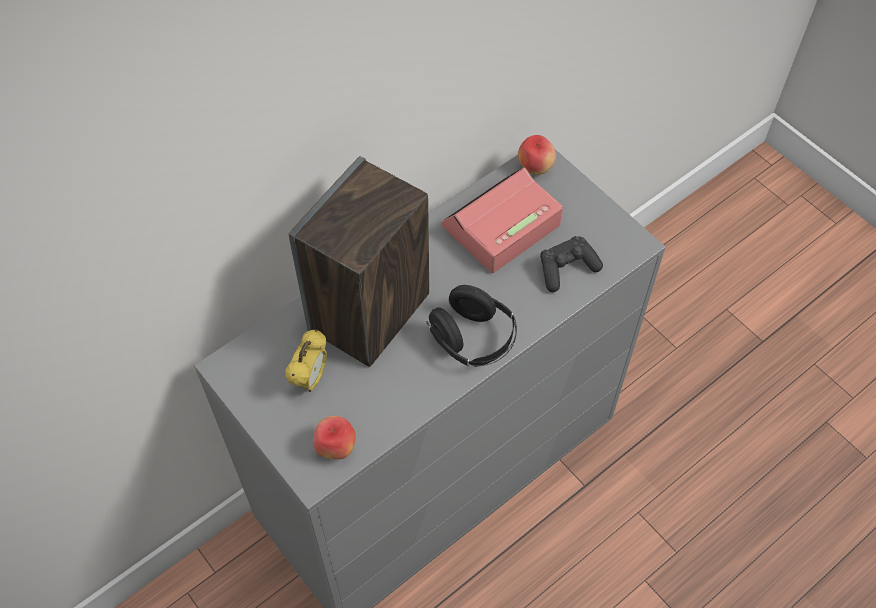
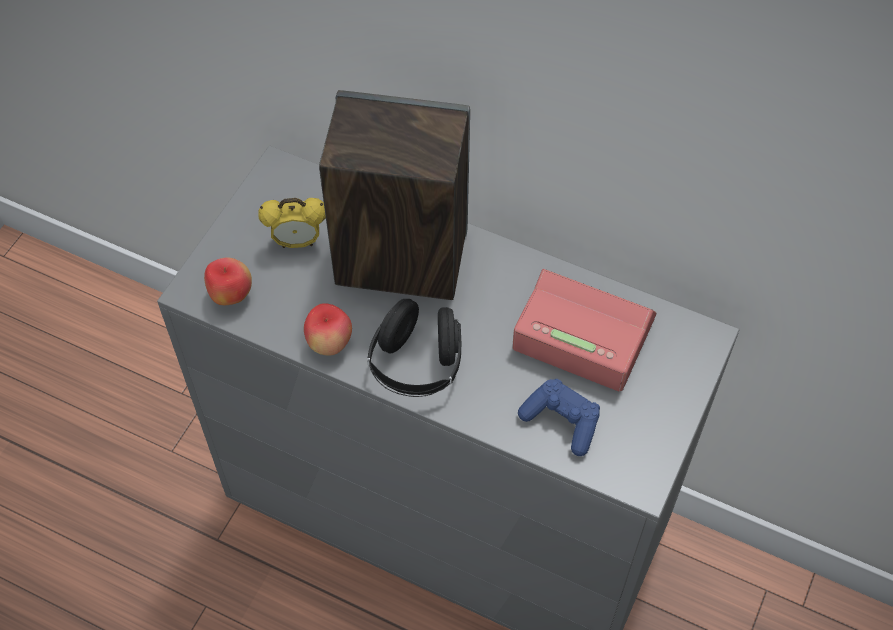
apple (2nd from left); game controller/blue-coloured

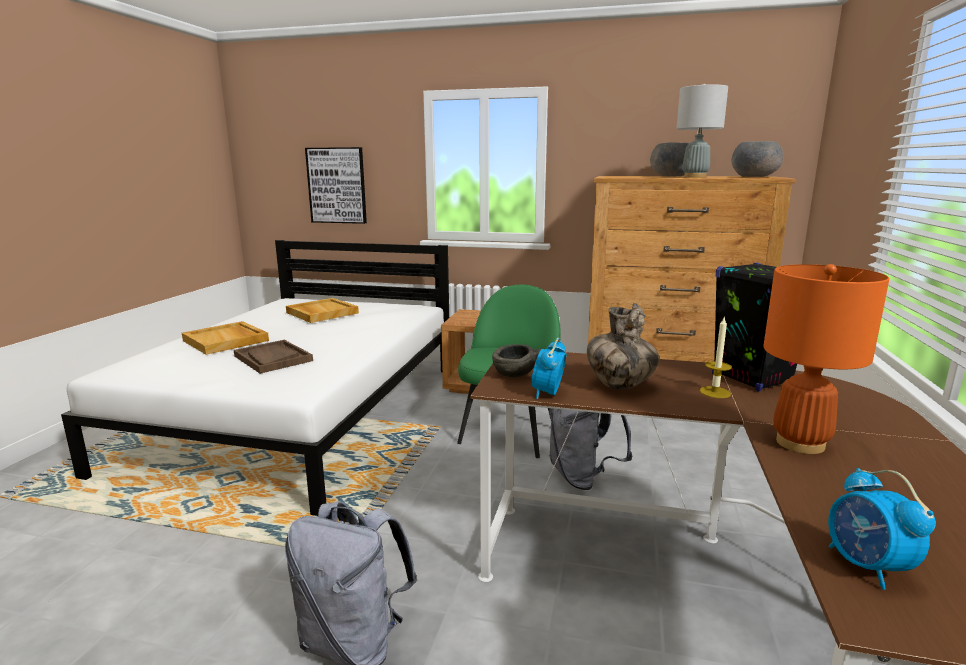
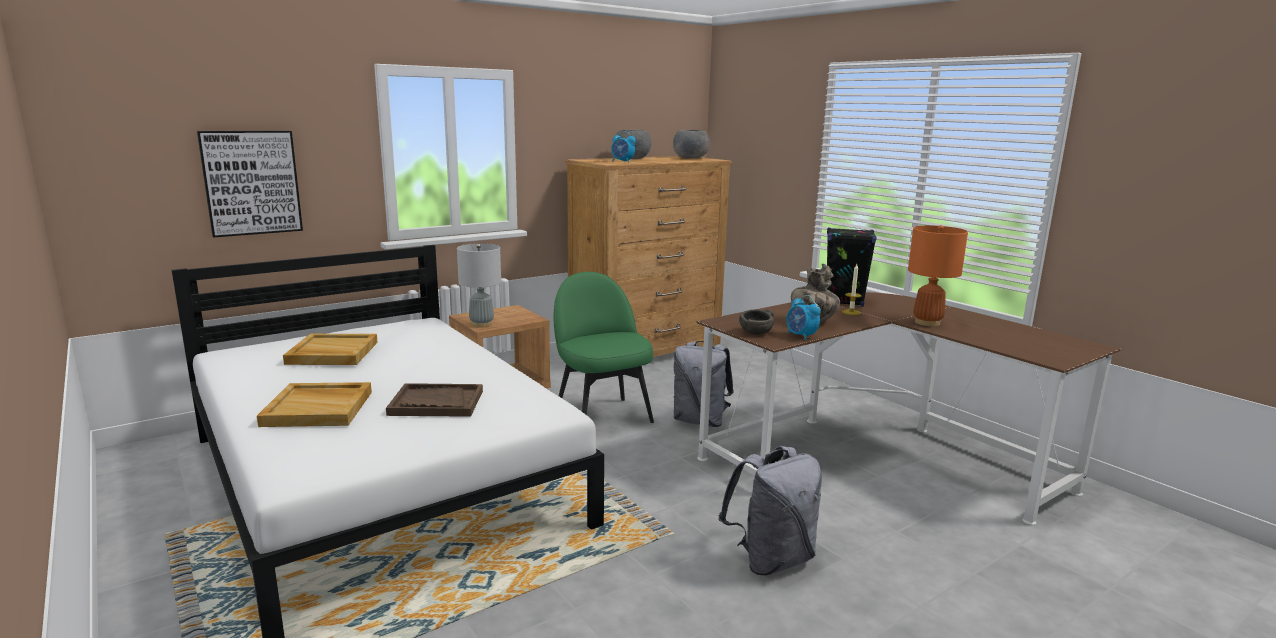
lamp for a table/greyish; table clock (1st from left)

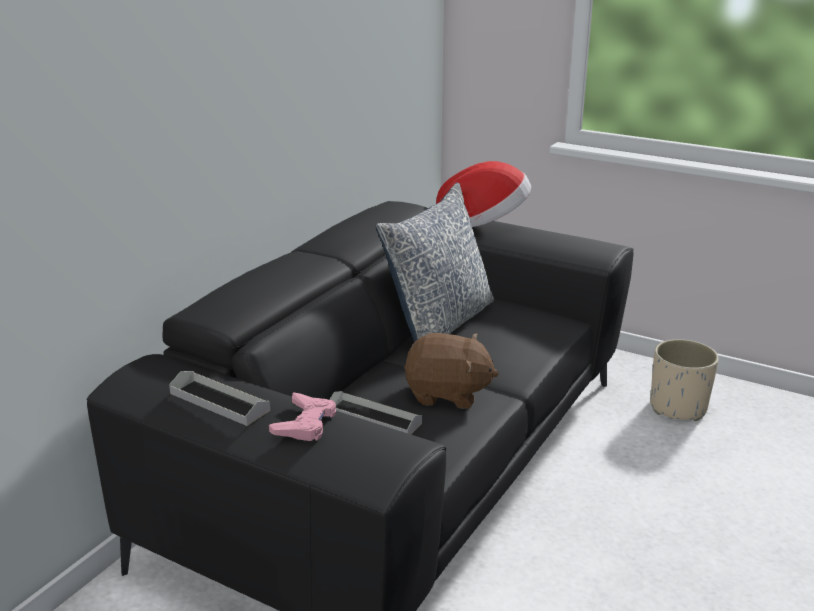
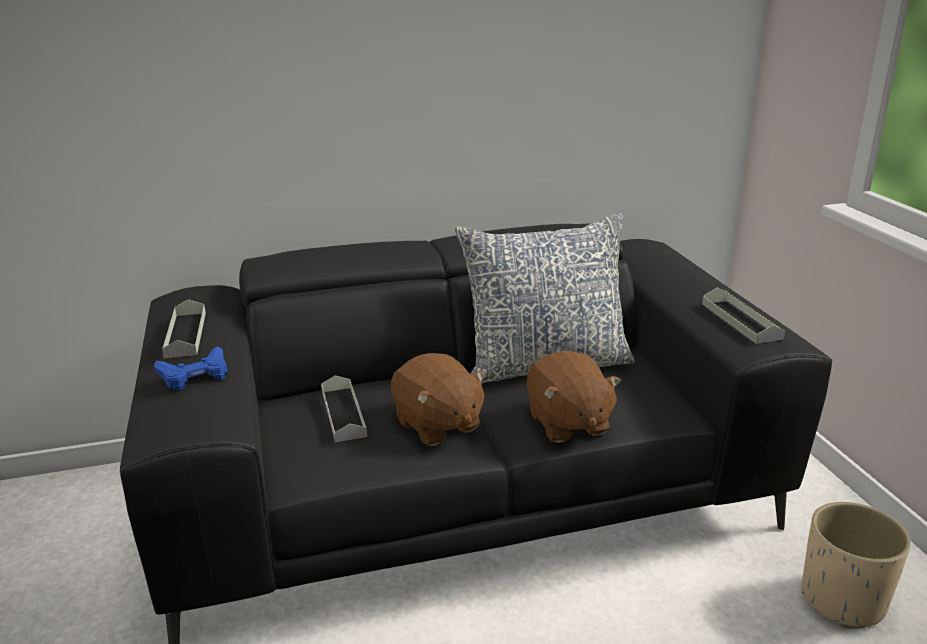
game controller/blue-coloured; soft toy/brownish (2nd from left); tray/greyish (3rd from left); clothing hat

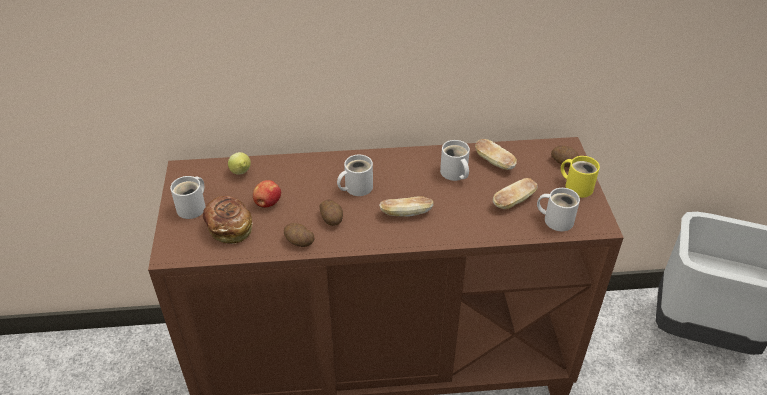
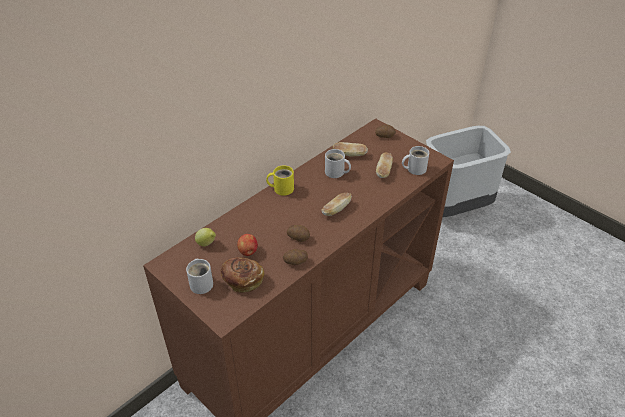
tea mug/yellowish; tea mug/white-coloured (2nd from left in the first image)

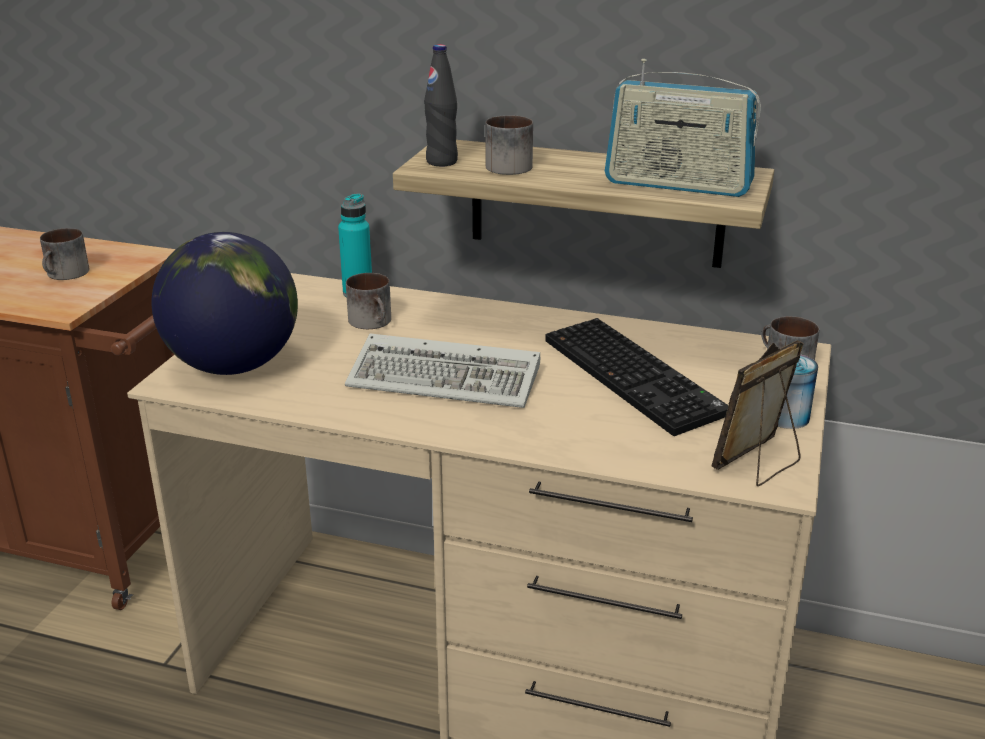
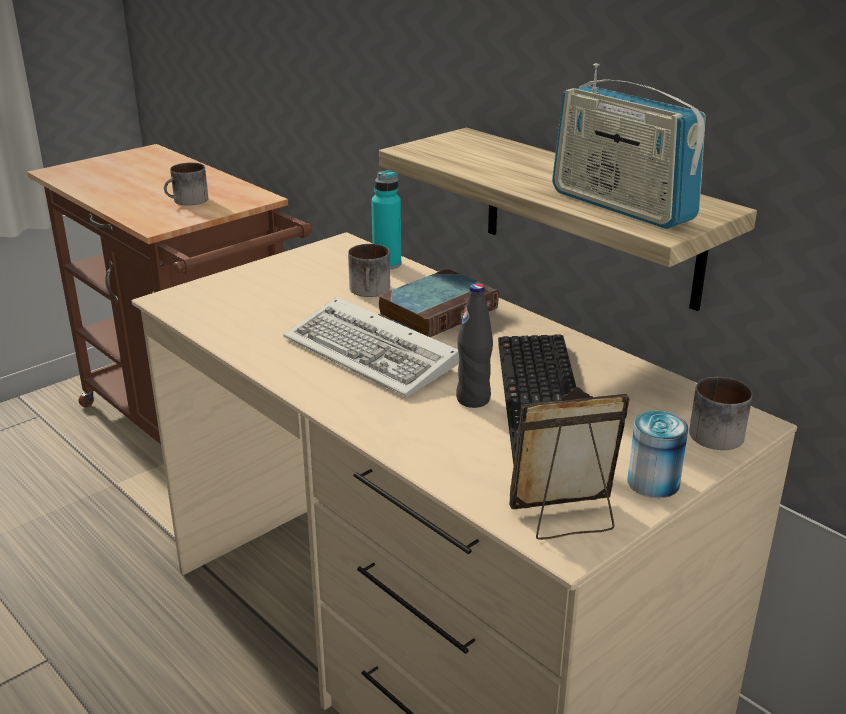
book; drink bottle/black-coloured; globe; tea mug (3rd from left in the first image)

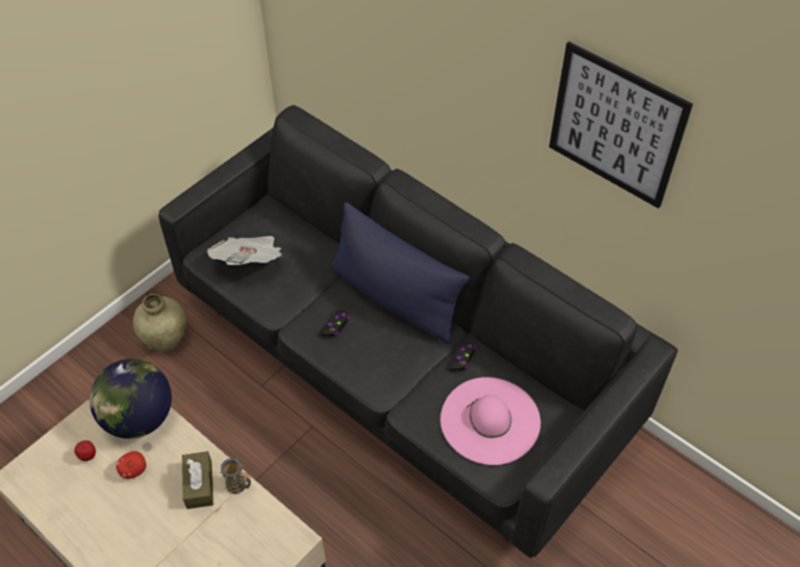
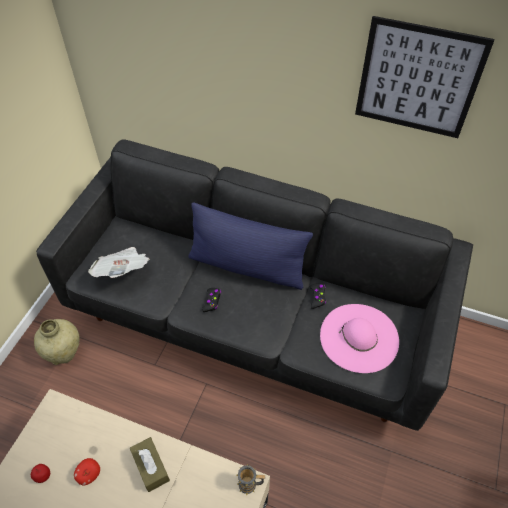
tea mug; globe

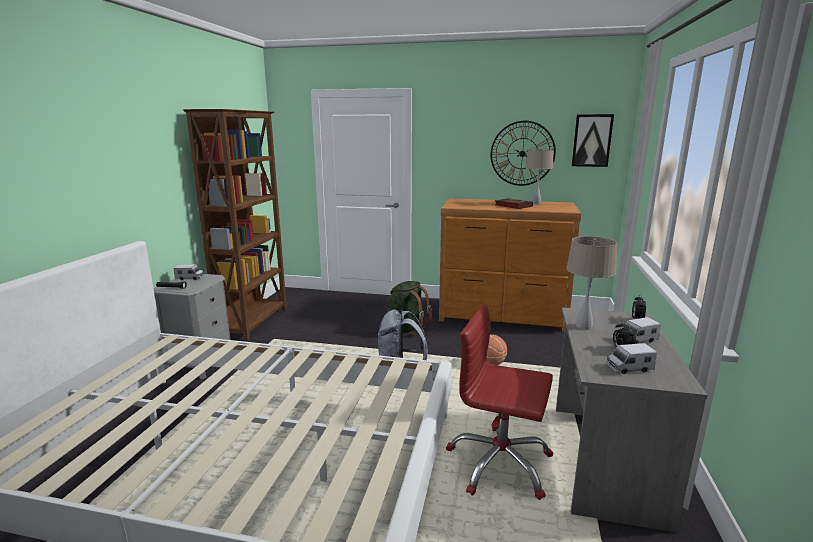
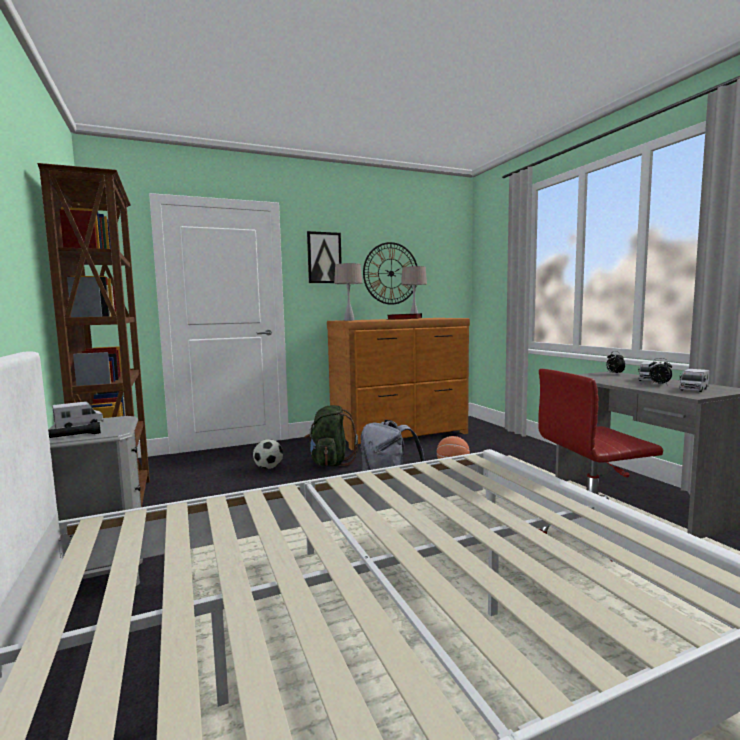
football ball; wall art; lamp for a table/beige (1st from left)

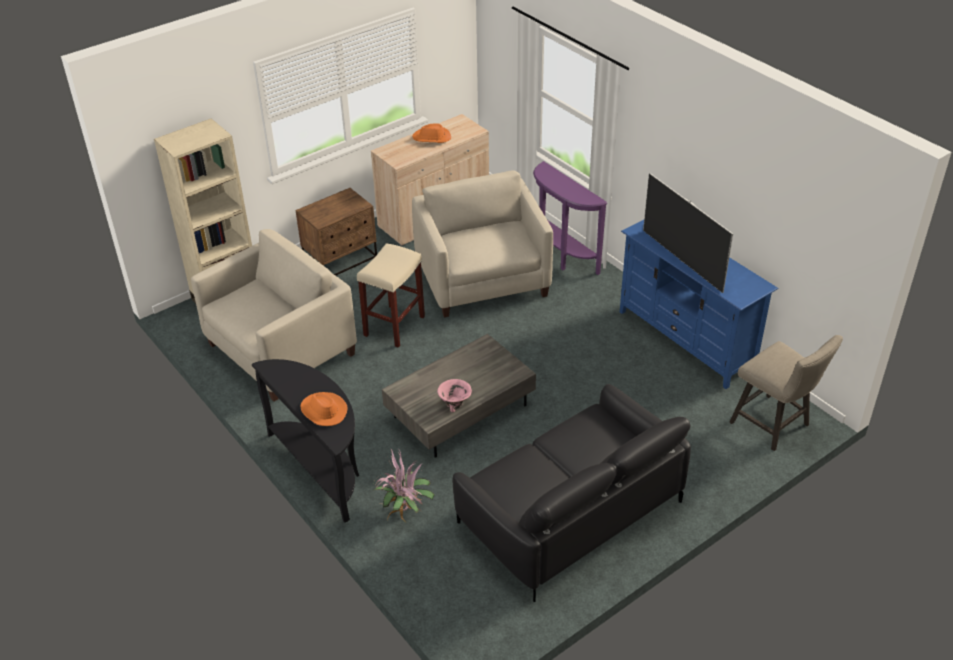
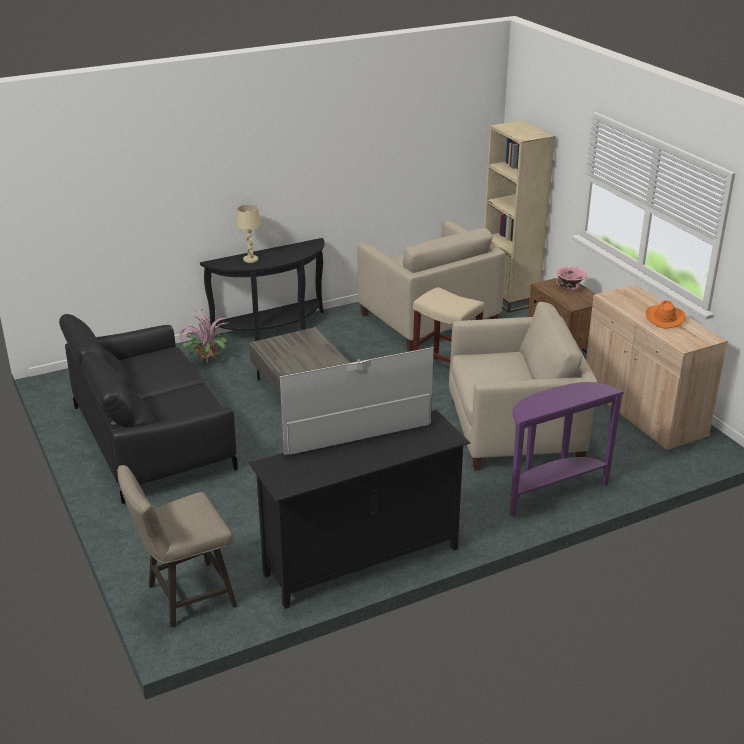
lamp for a table/beige; tv stand/black-coloured; serving bowl/pink

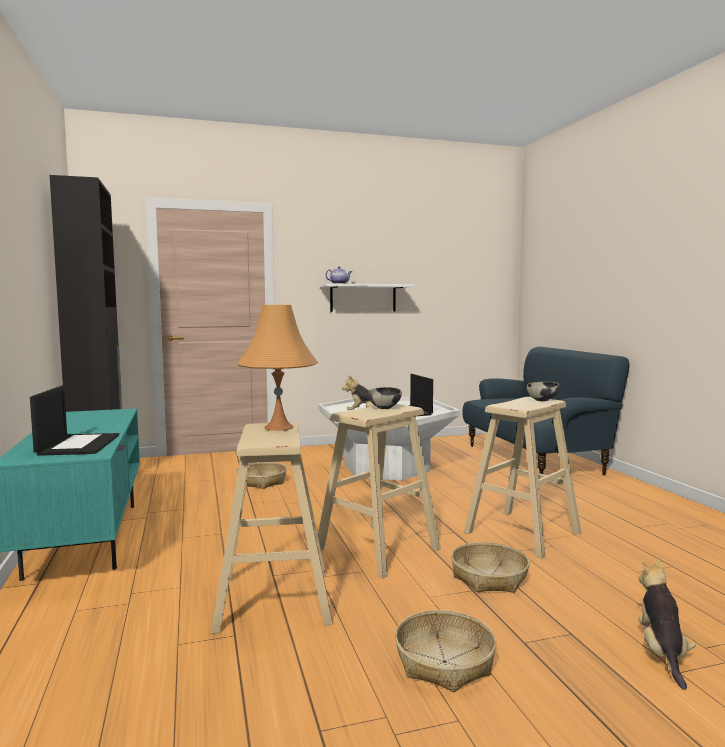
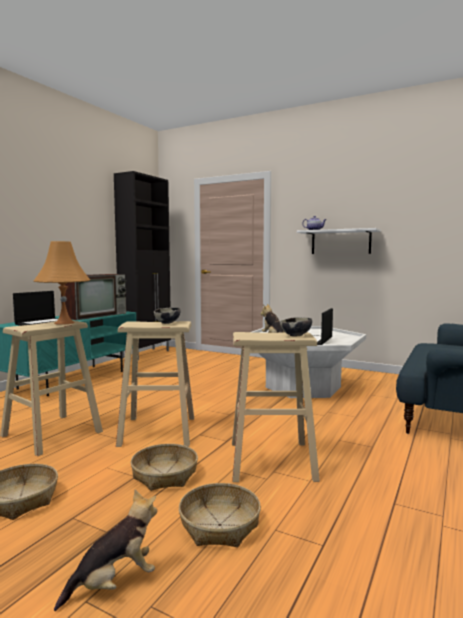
TV set; storage basket (3rd from left)

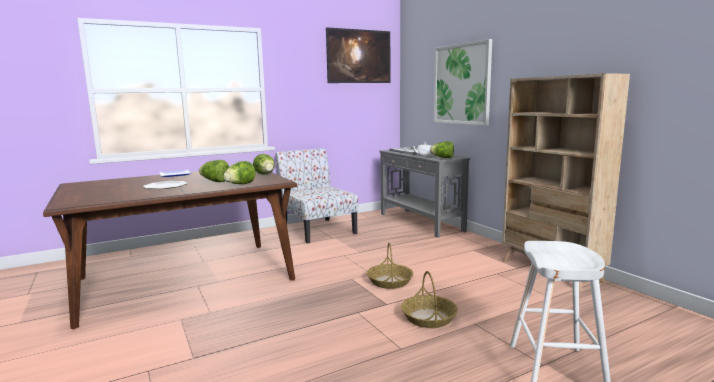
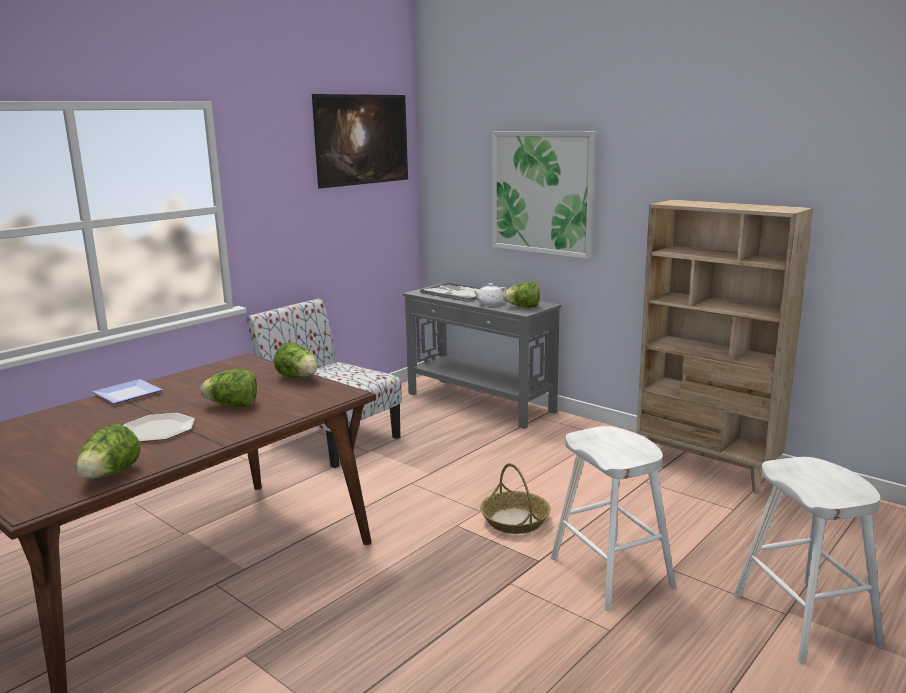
lettuce head (1st from left); sitting stool/white-coloured (1st from left)

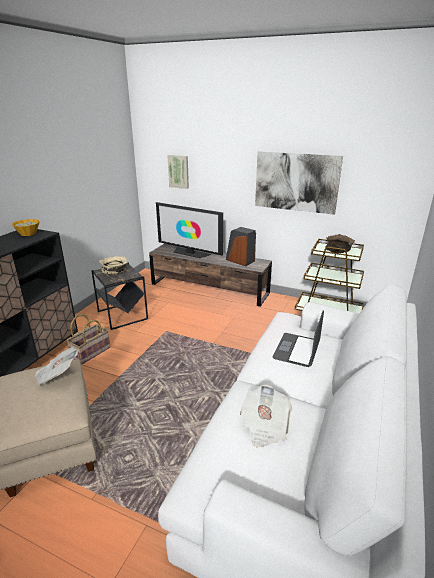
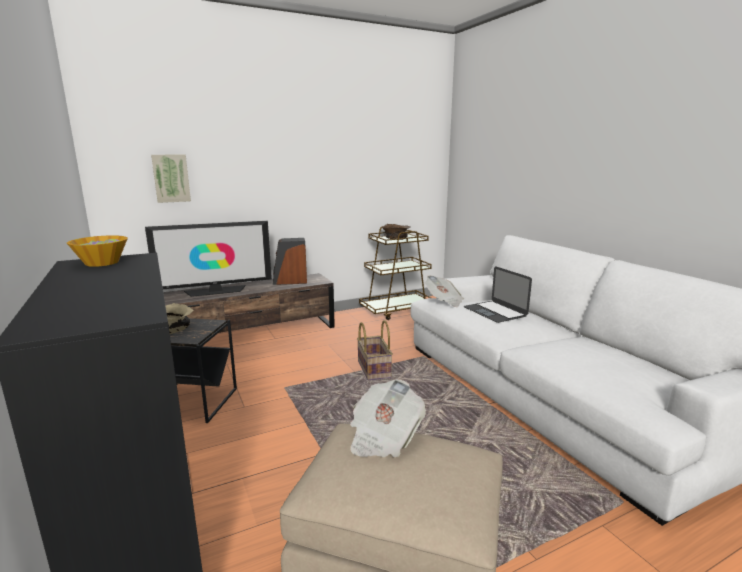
storage basket; newspaper (2nd from left); wall art (2nd from left in the first image)

